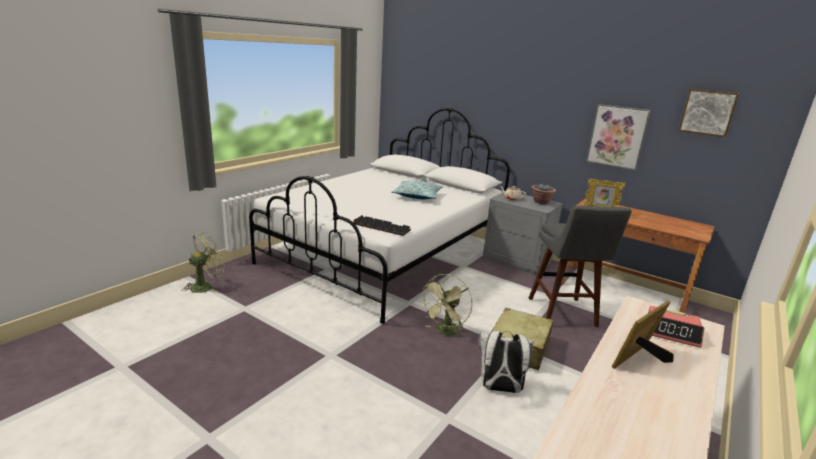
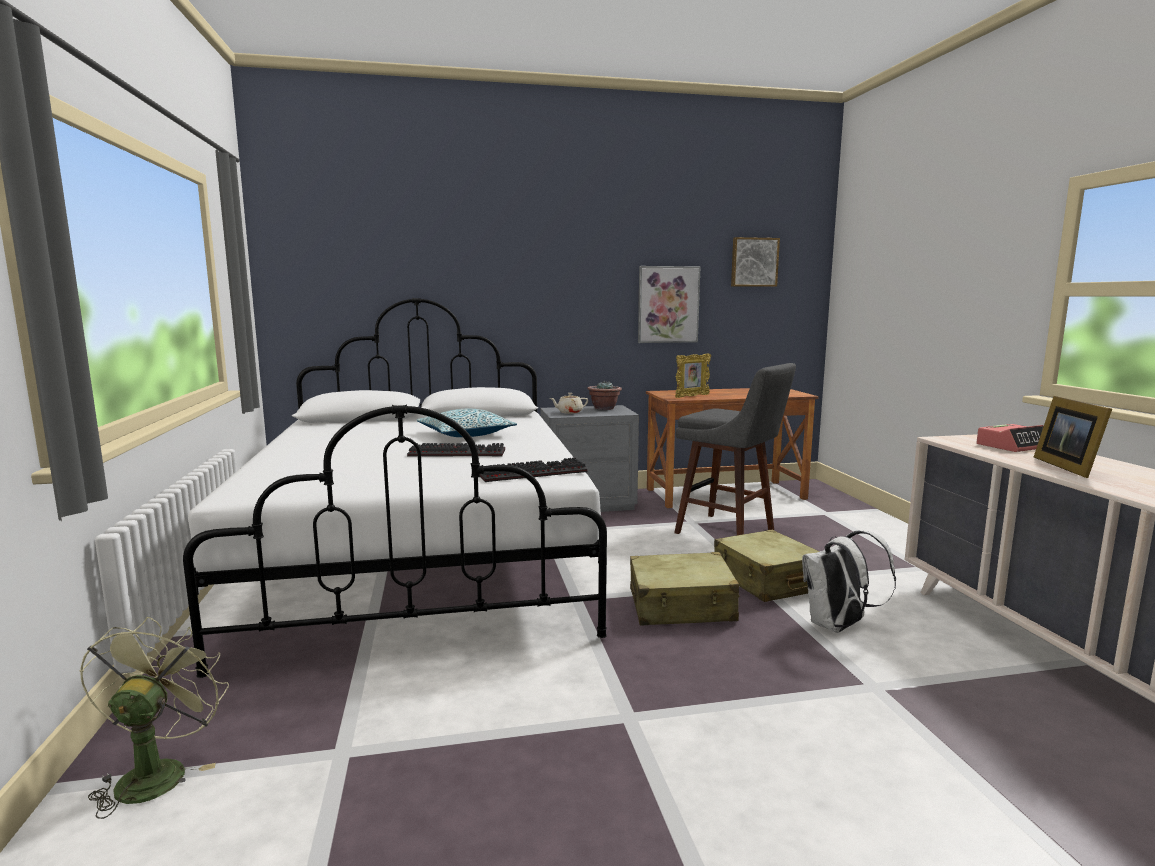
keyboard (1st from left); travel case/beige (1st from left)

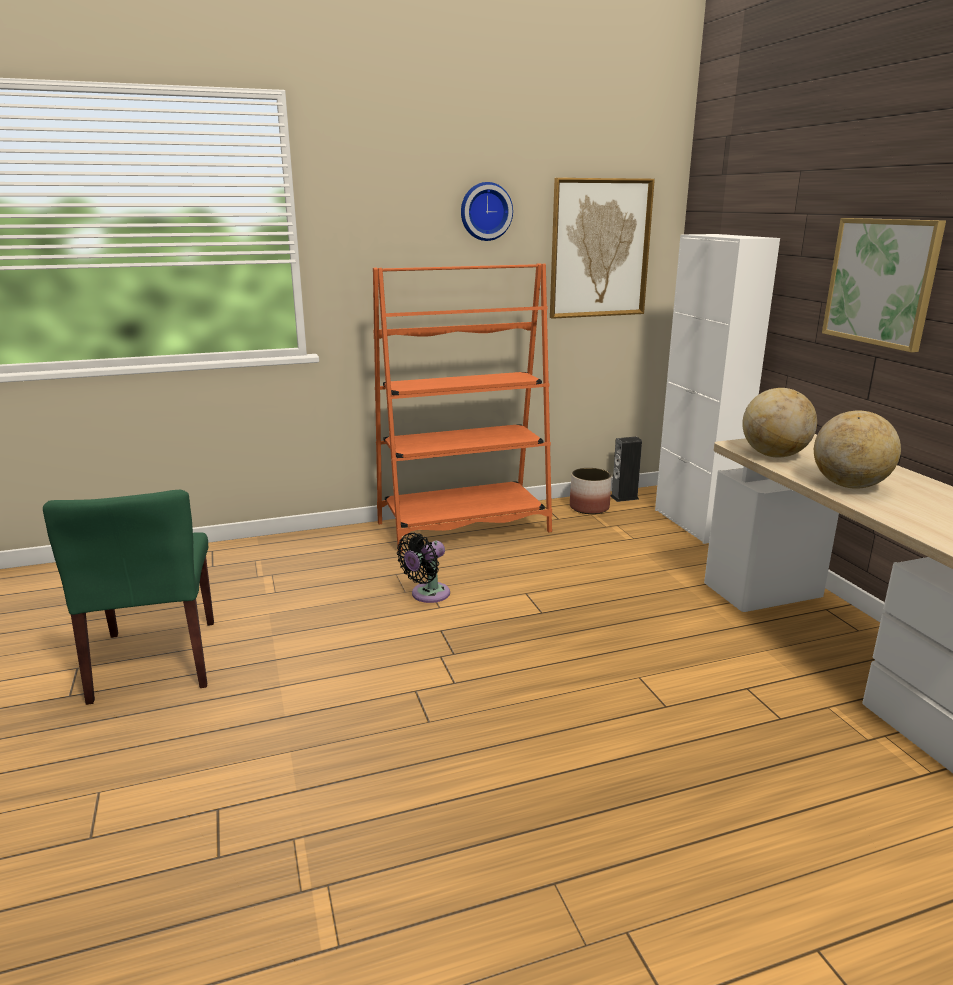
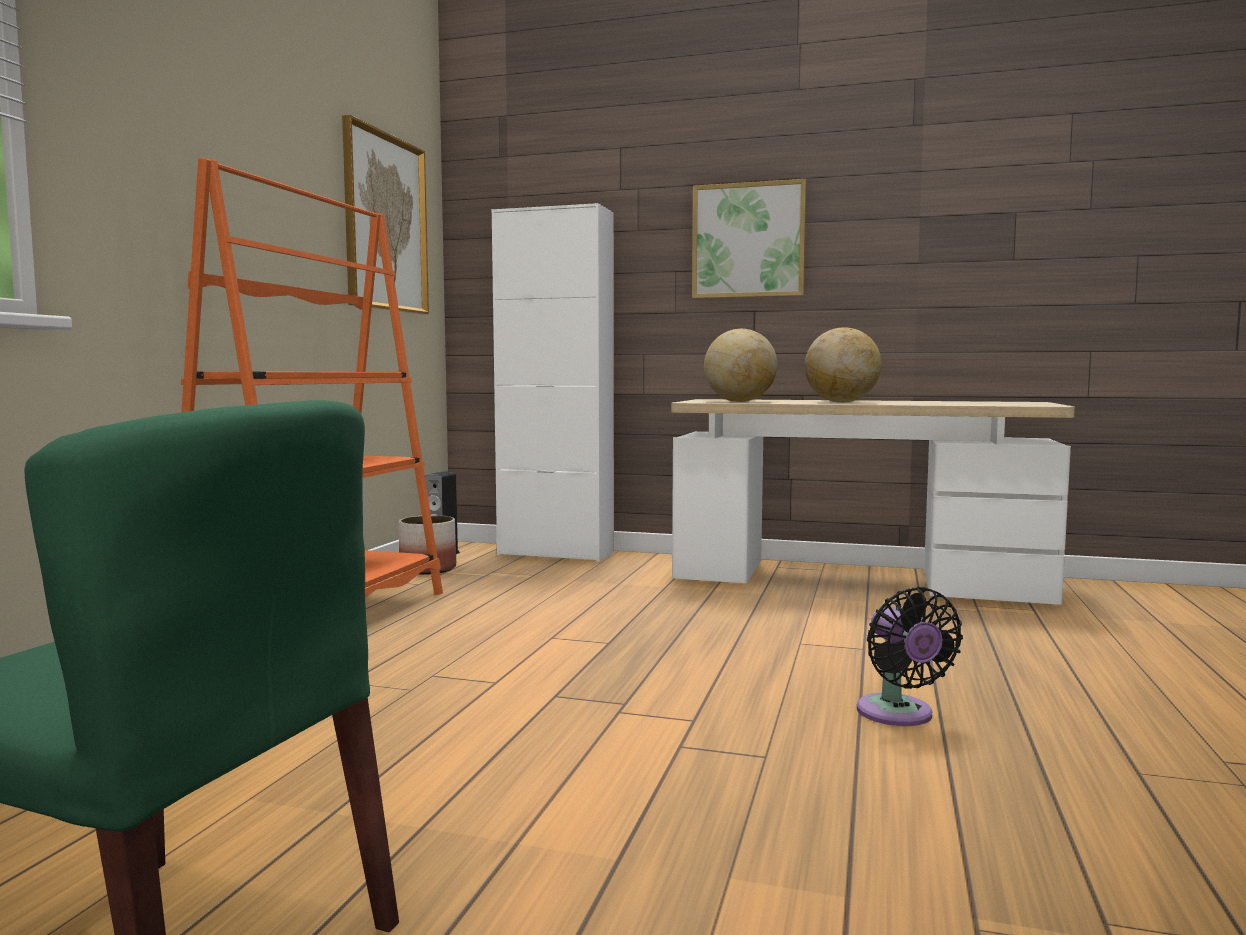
fan/black-coloured; clock on the wall

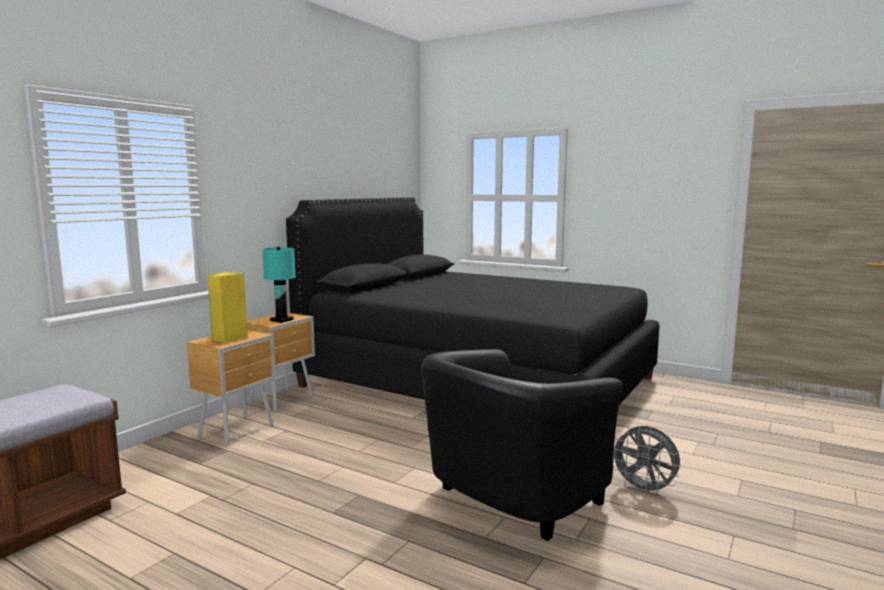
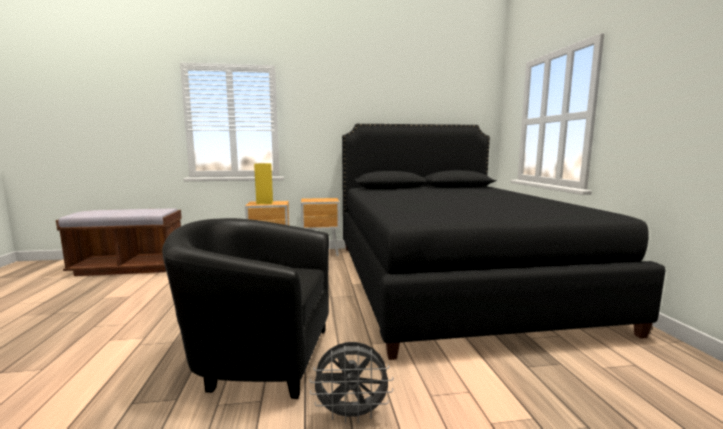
fan/greyish; lamp for a table/turquoise-coloured

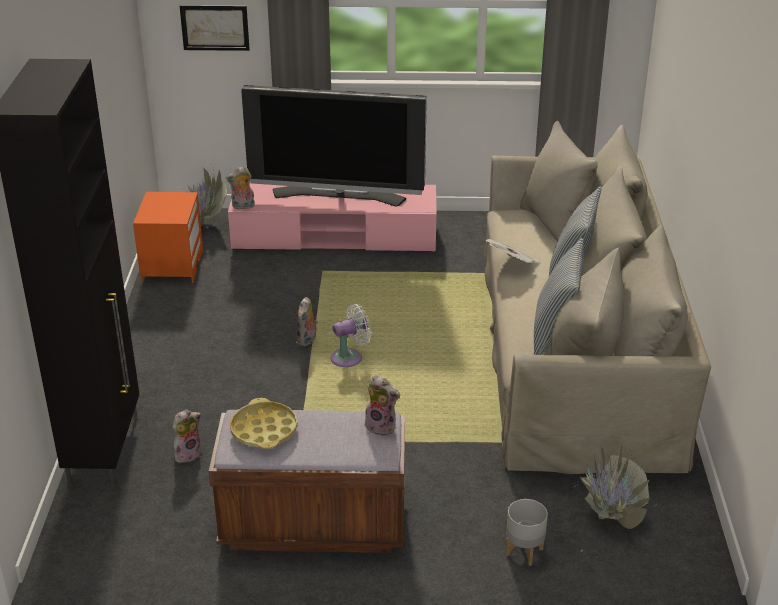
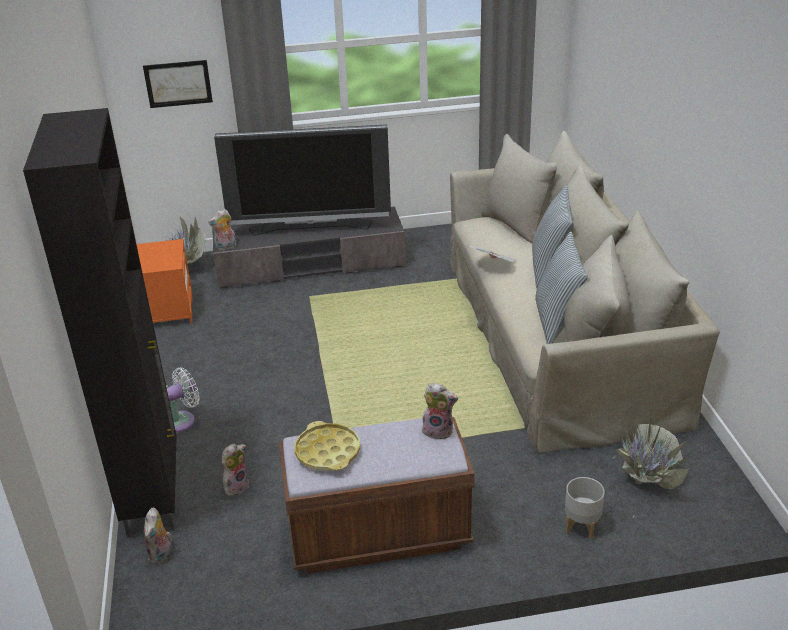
soft toy (1st from left); fan/white-coloured; tv stand/greyish

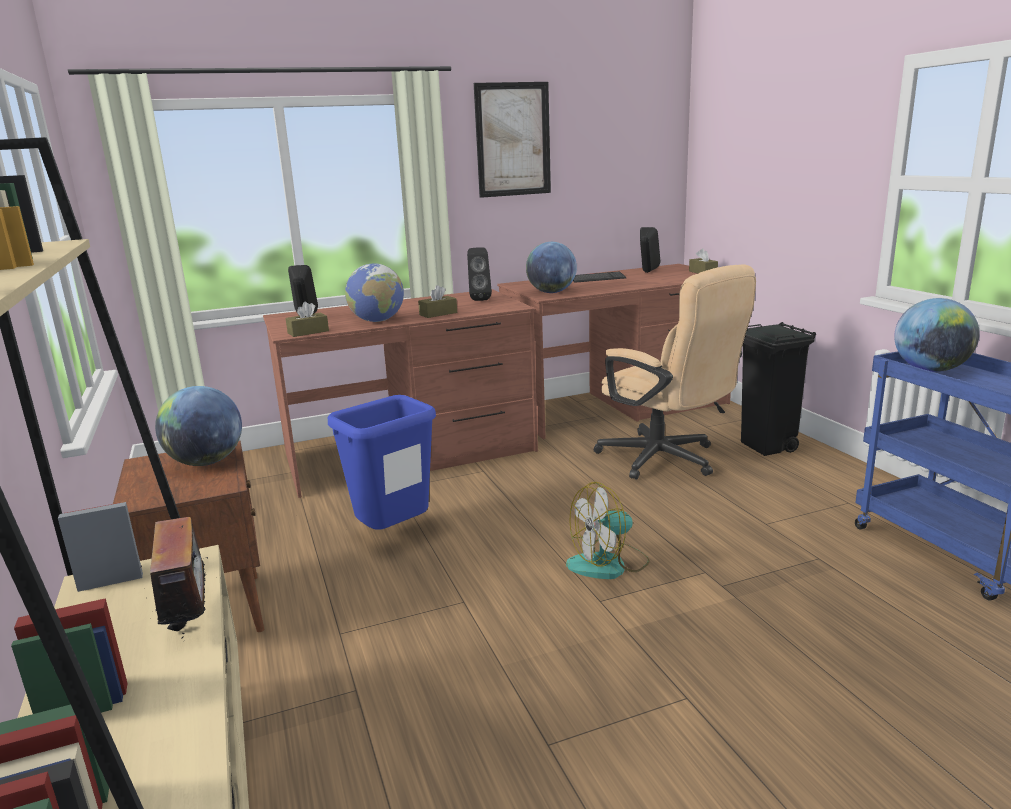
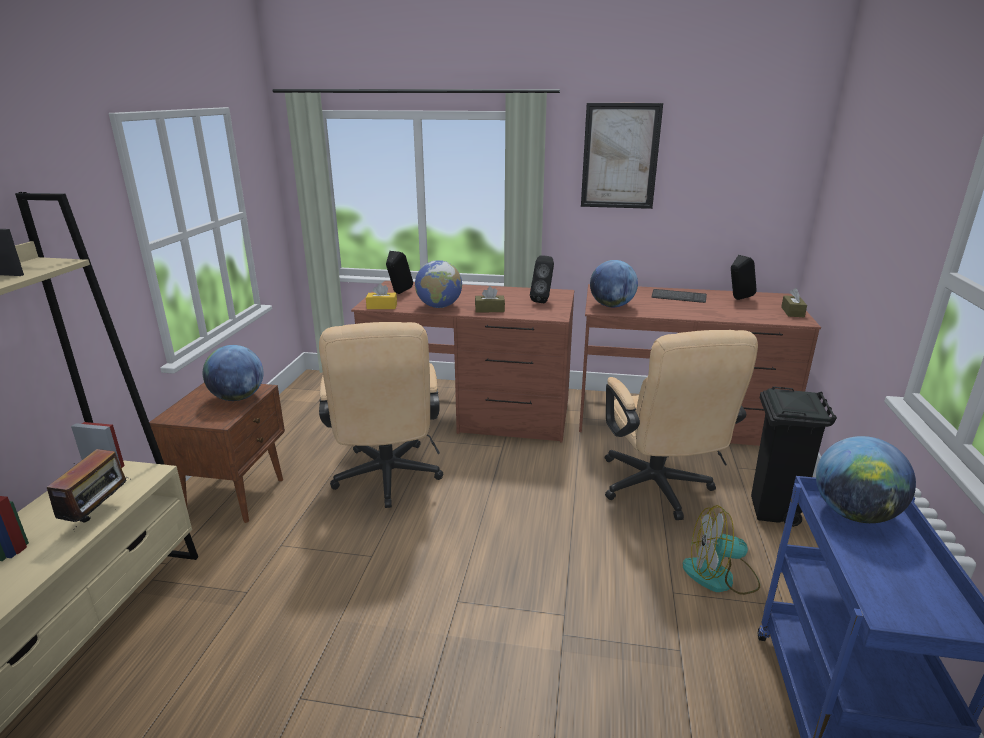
office chair/beige (1st from left); tissue box/yellowish; fan

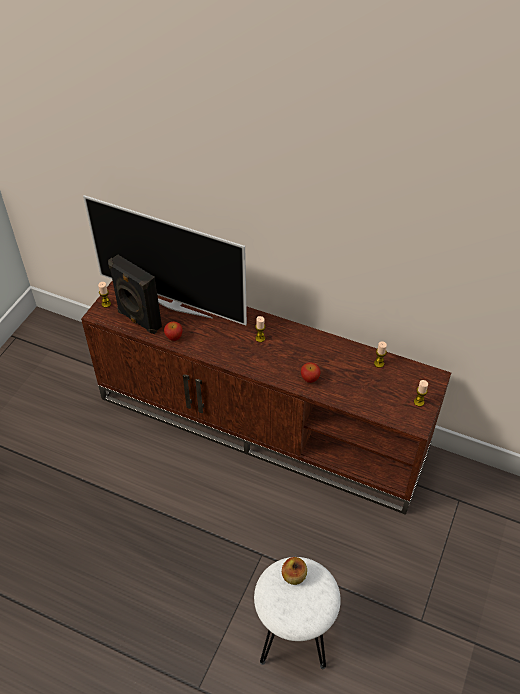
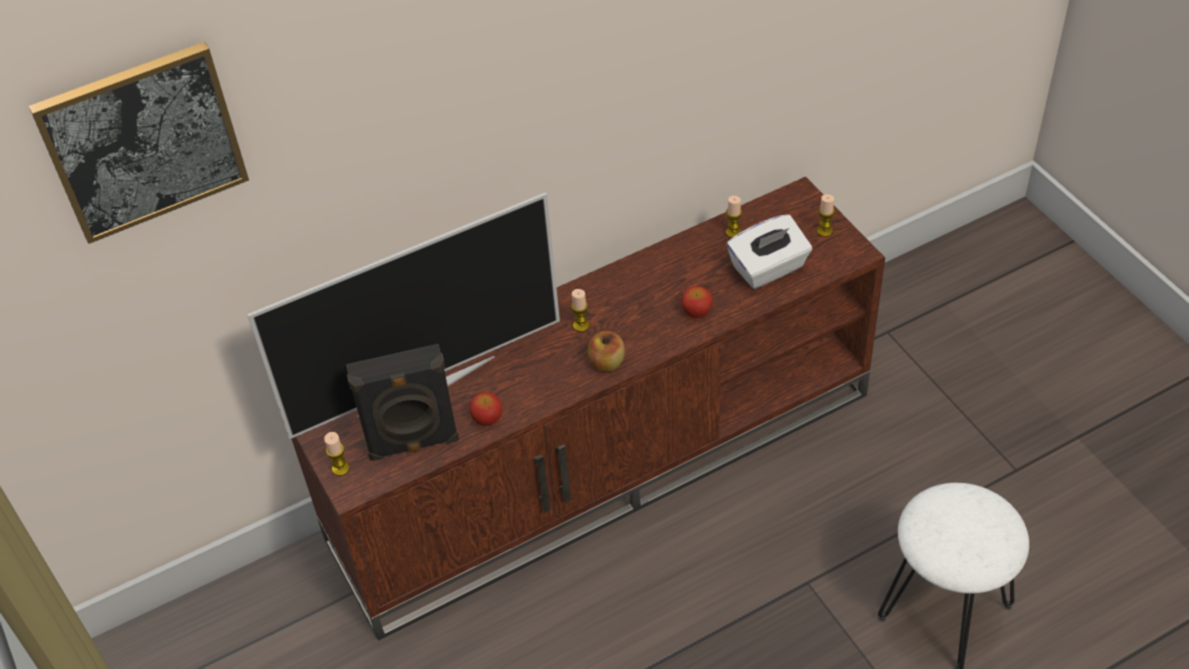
wall art; apple (2nd from left); tissue box/white-coloured

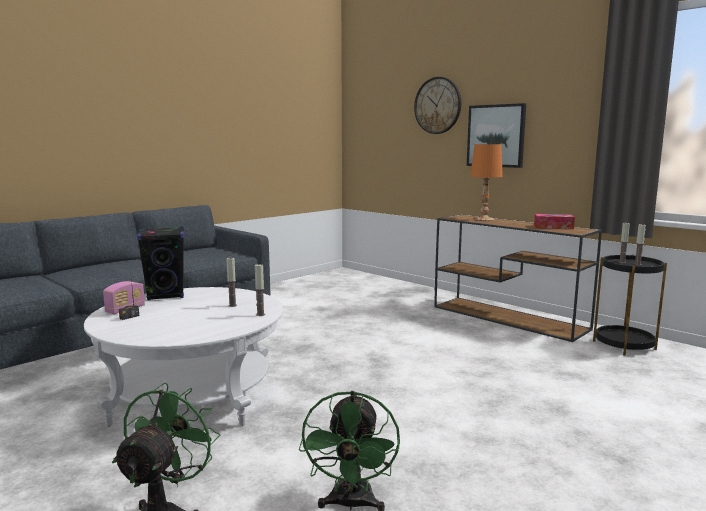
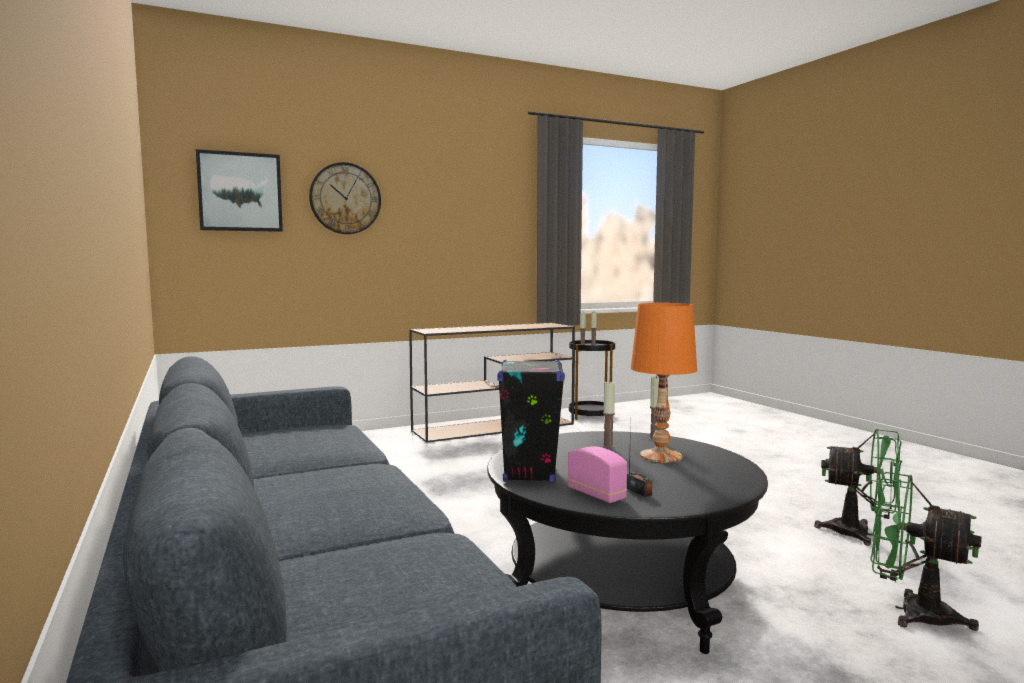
wall art; lounge table/black-coloured; lamp for a table/orange; tissue box

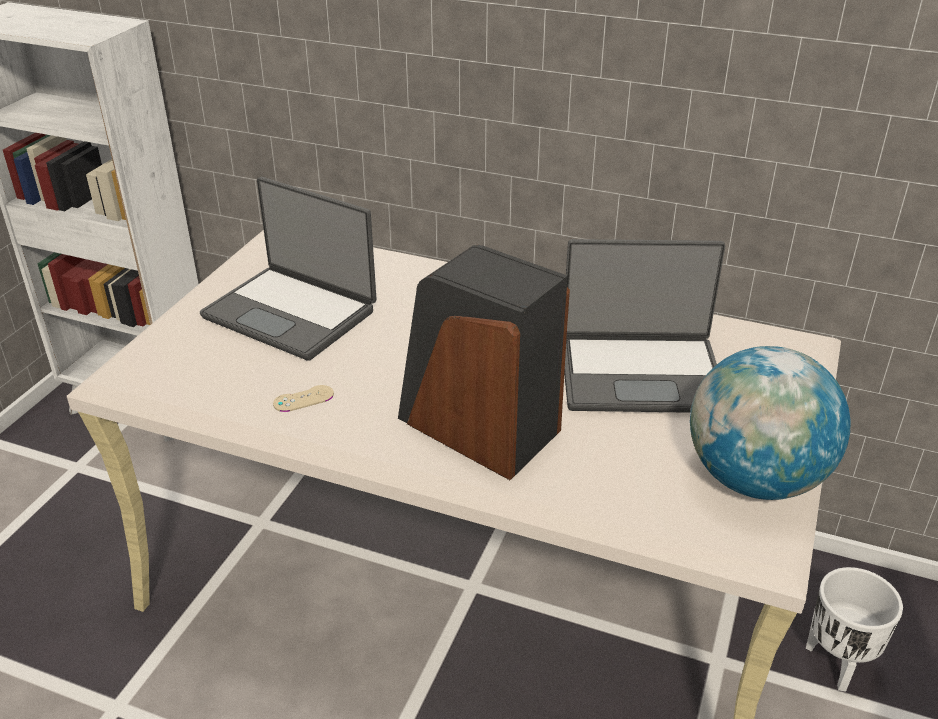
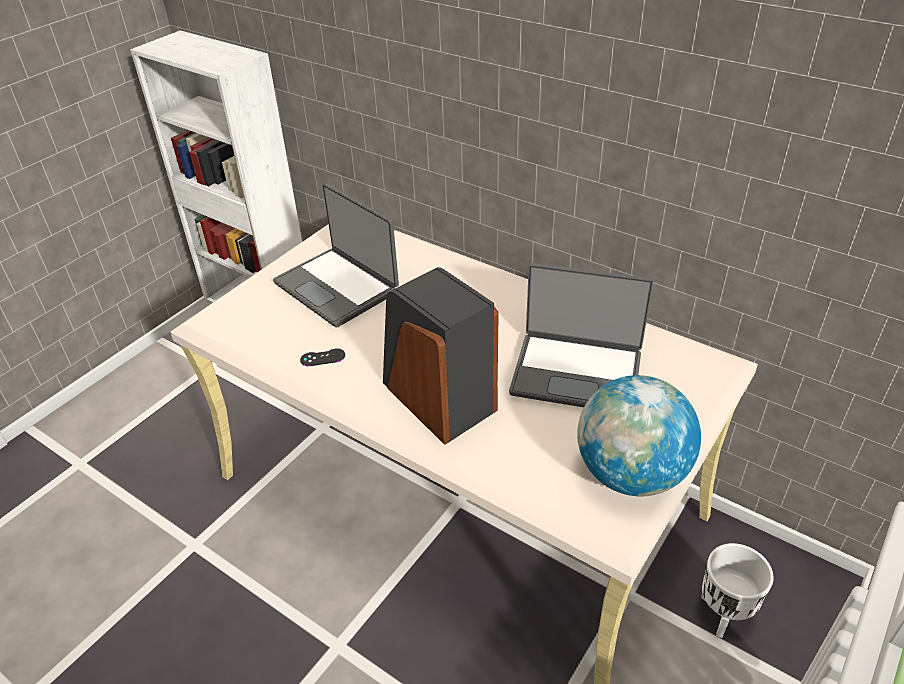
game controller/black-coloured

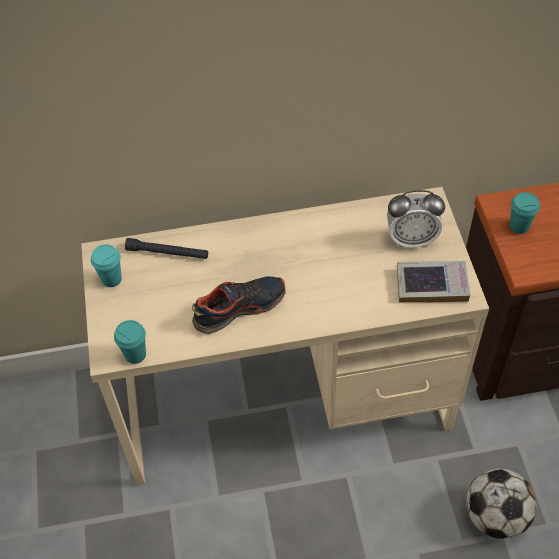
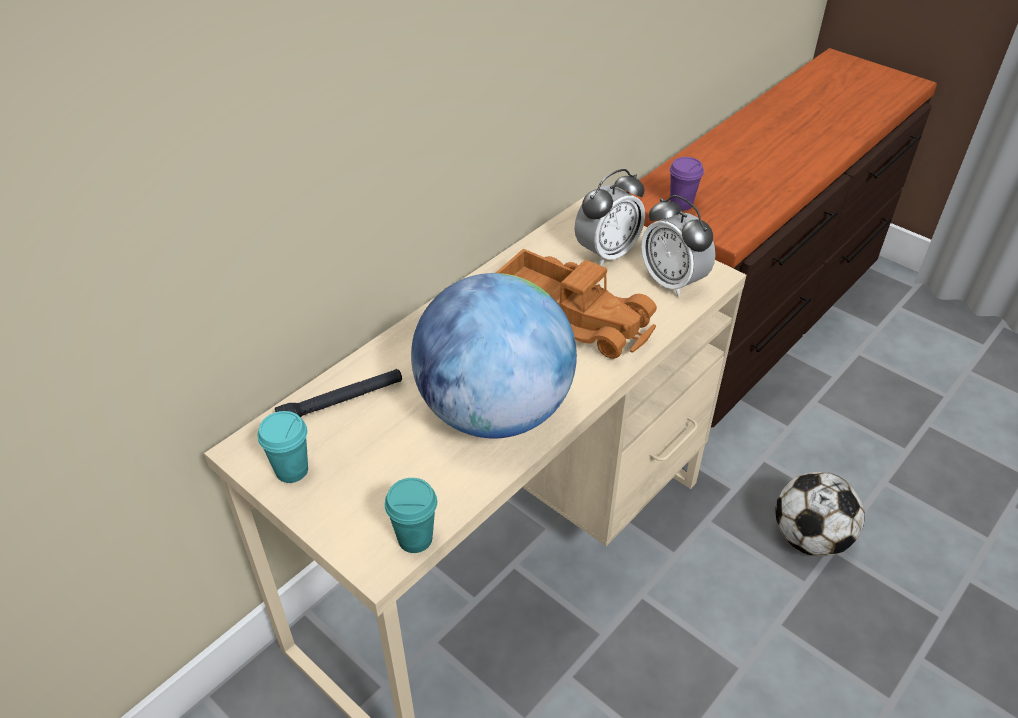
globe; toy truck; table clock (2nd from left); small cup/purple-coloured

